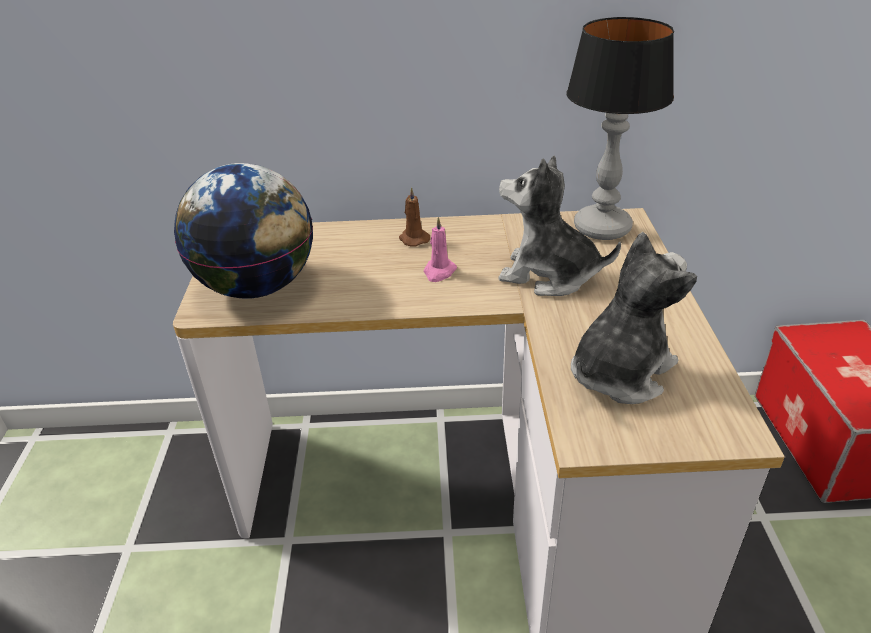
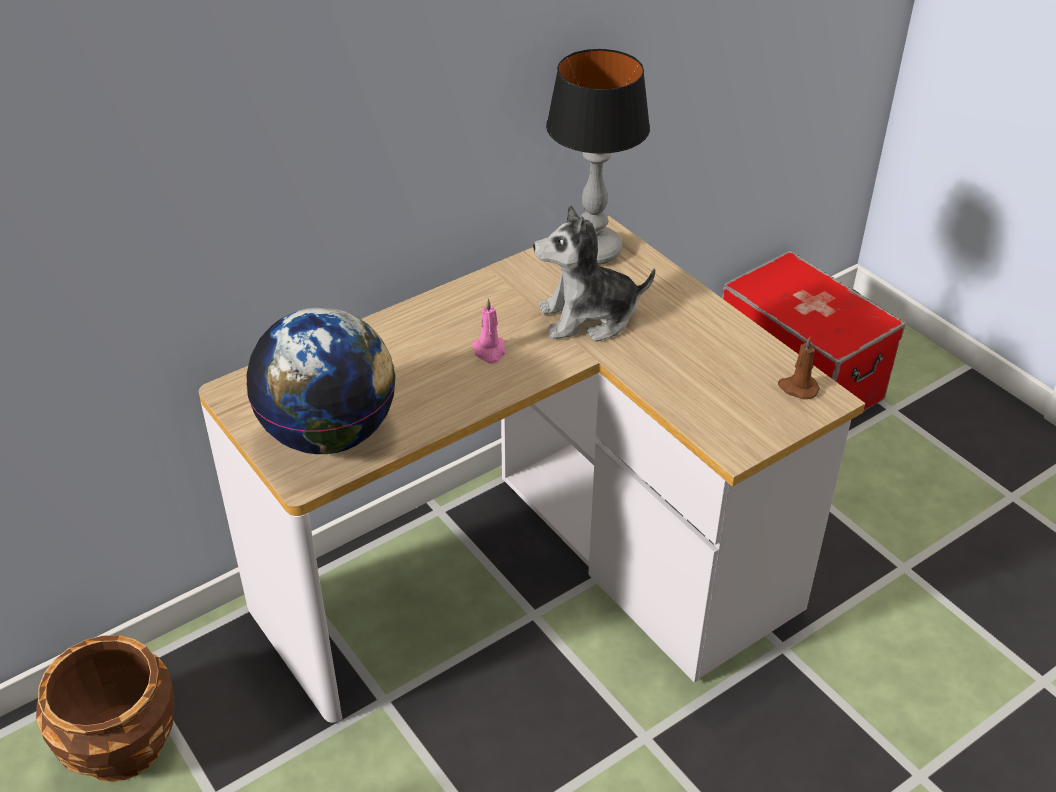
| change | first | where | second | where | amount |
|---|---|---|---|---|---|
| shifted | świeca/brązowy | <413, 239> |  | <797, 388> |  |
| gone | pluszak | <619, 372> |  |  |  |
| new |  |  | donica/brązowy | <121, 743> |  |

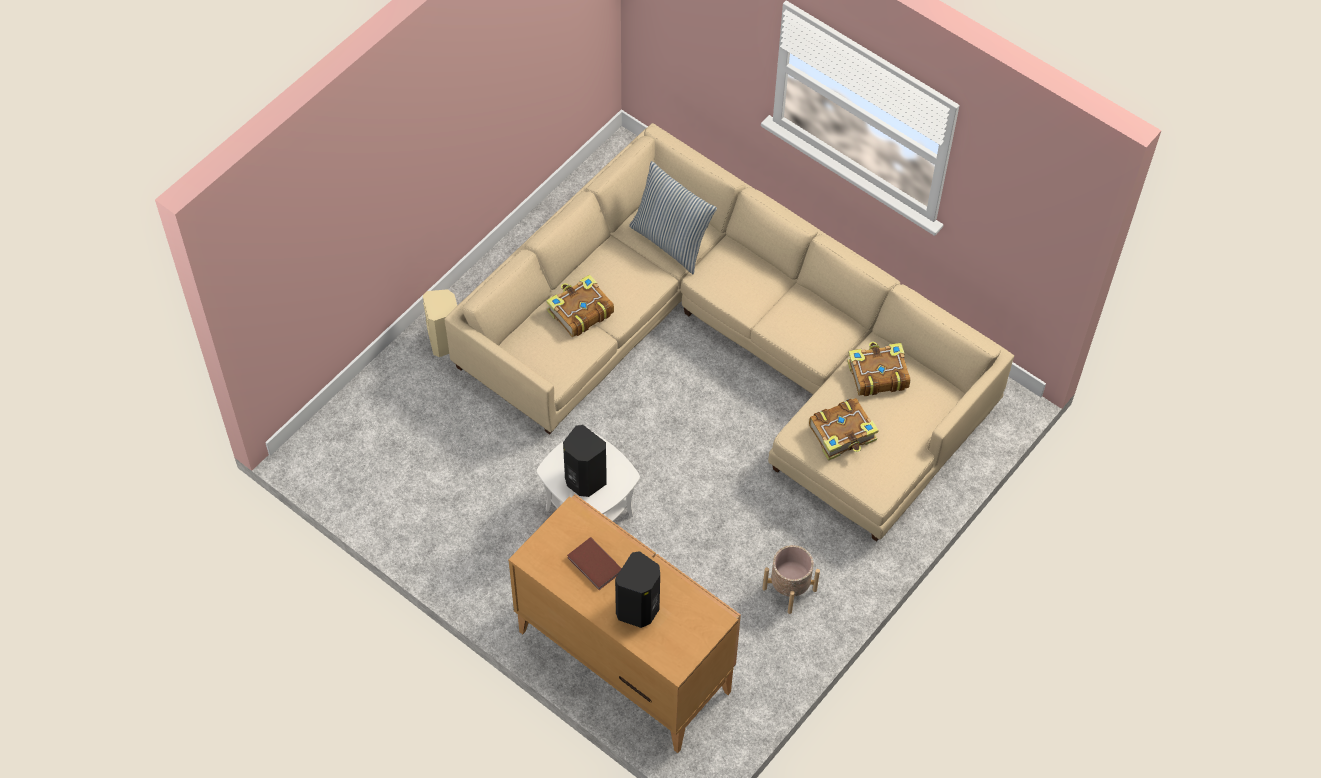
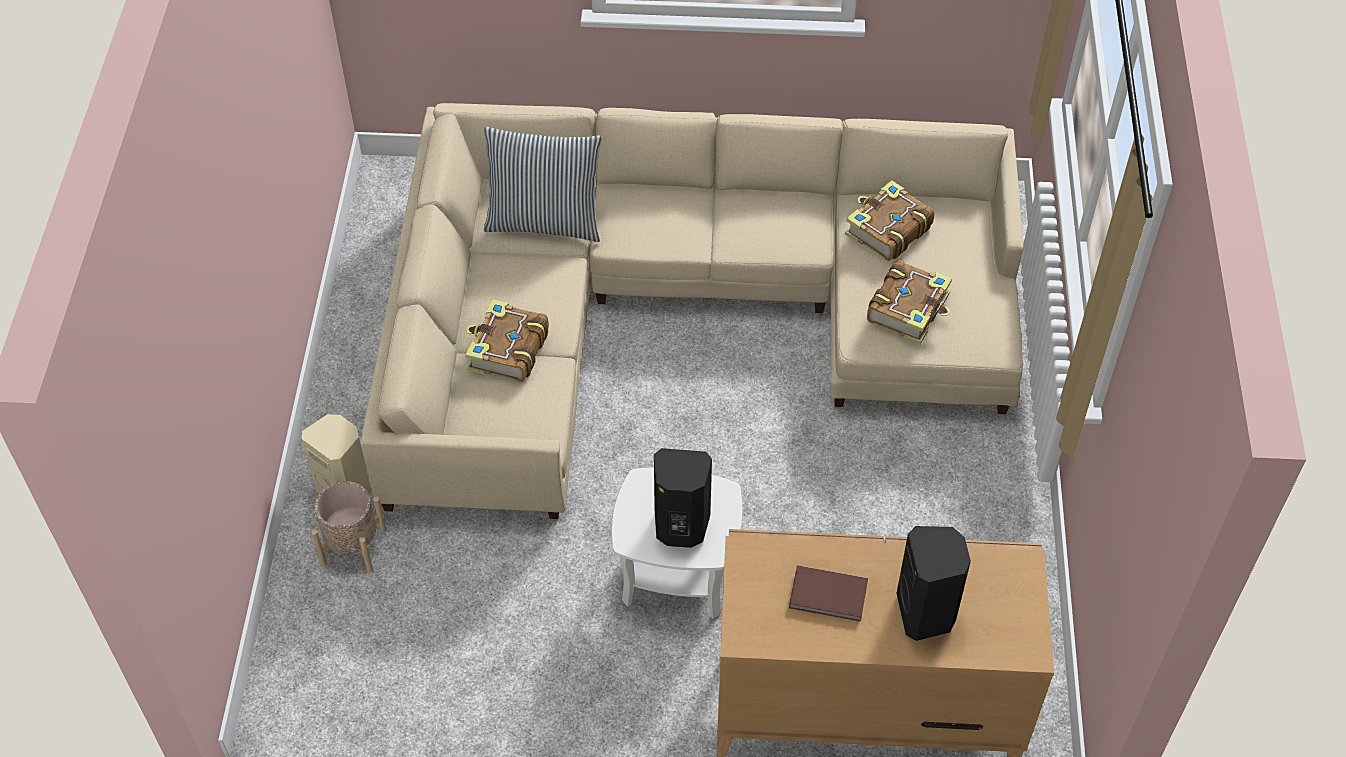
| change | first | where | second | where | amount |
|---|---|---|---|---|---|
| shifted | donica/beżowy | <789, 589> |  | <353, 546> |  |

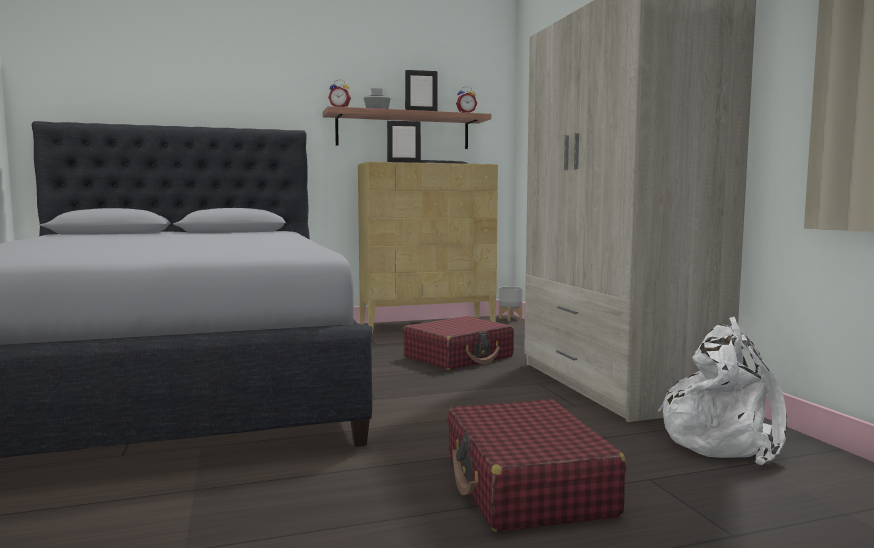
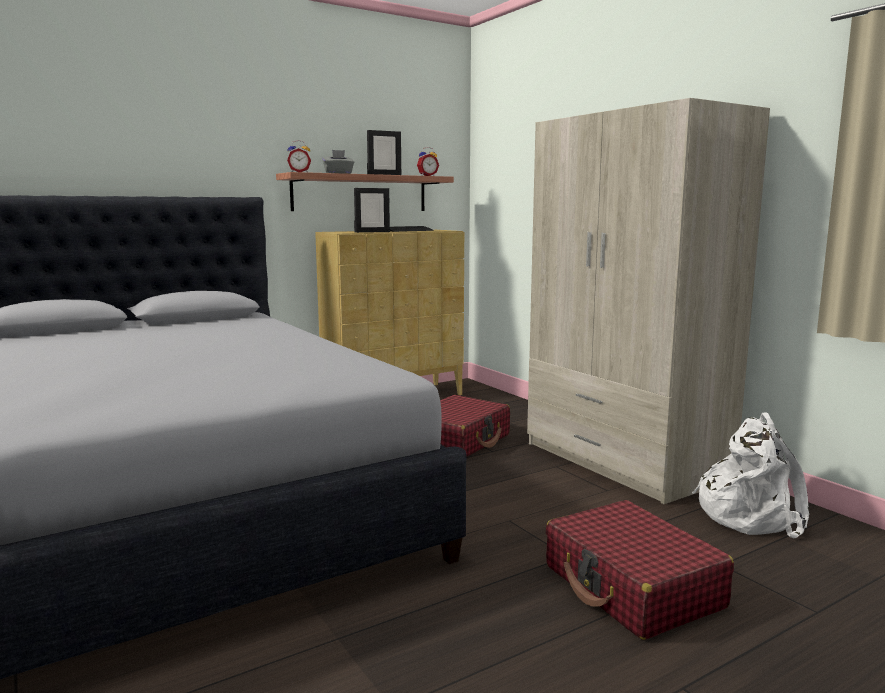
| change | first | where | second | where | amount |
|---|---|---|---|---|---|
| gone | donica/szary | <510, 318> |  |  |  |

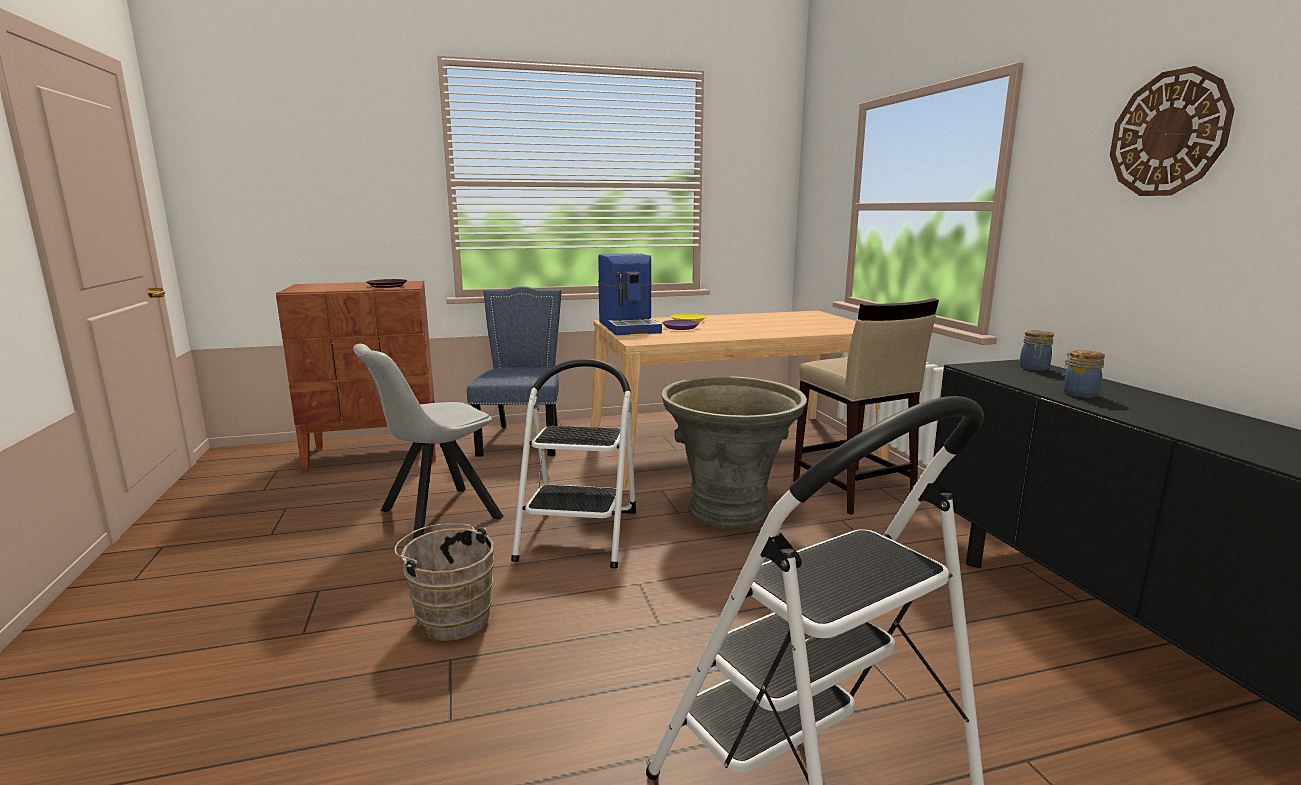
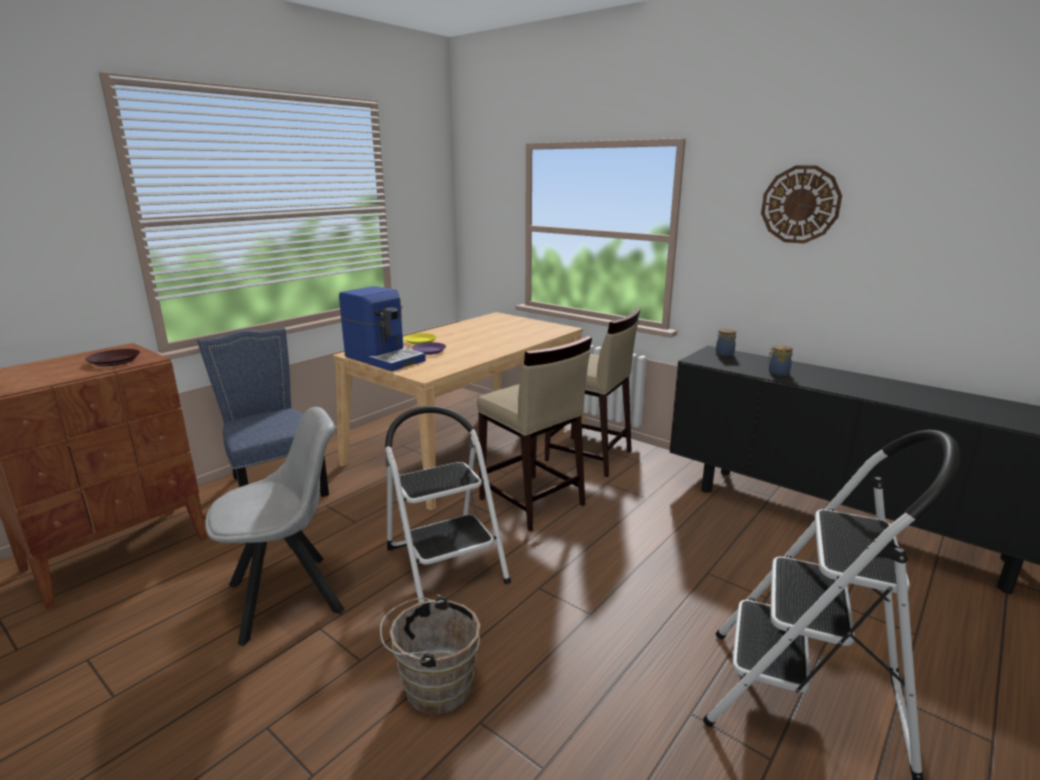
| change | first | where | second | where | amount |
|---|---|---|---|---|---|
| rotated | krzesło/szary | <437, 515> |  | <289, 596> | 135 degrees counterclockwise |
| swapped | donica/szary | <729, 512> | stołek/beżowy | <531, 502> |  |

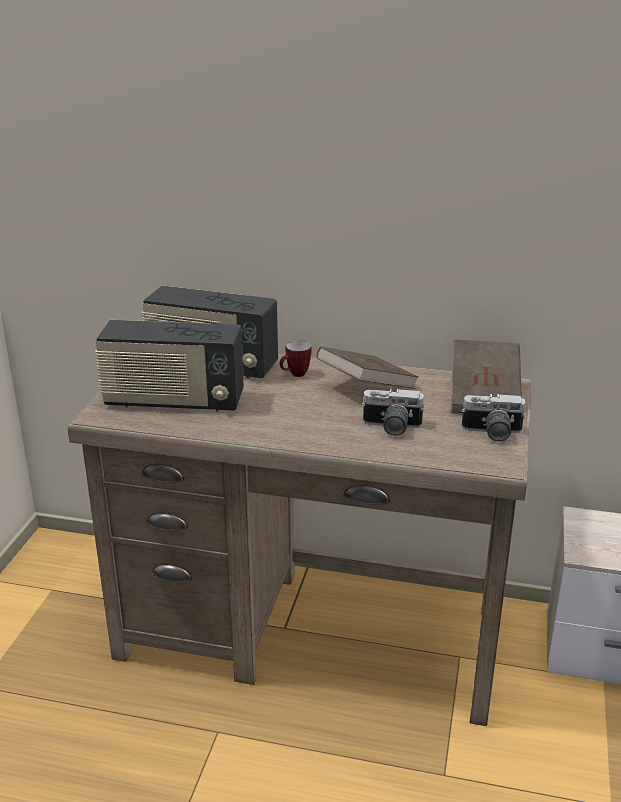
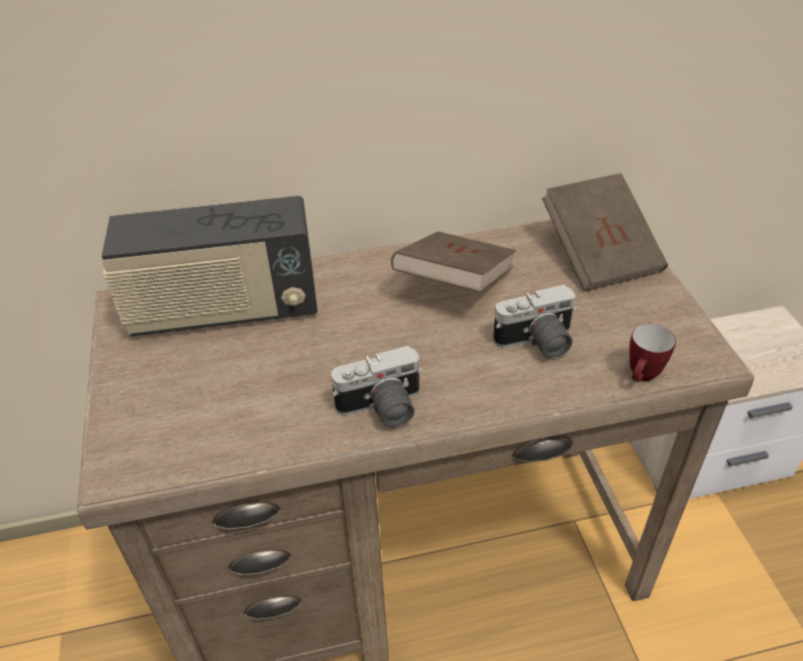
| change | first | where | second | where | amount |
|---|---|---|---|---|---|
| gone | radio | <173, 401> |  |  |  |
| shifted | kubek | <295, 375> |  | <642, 378> |  |
| shifted | aparat fotograficzny | <491, 433> |  | <382, 409> |  |

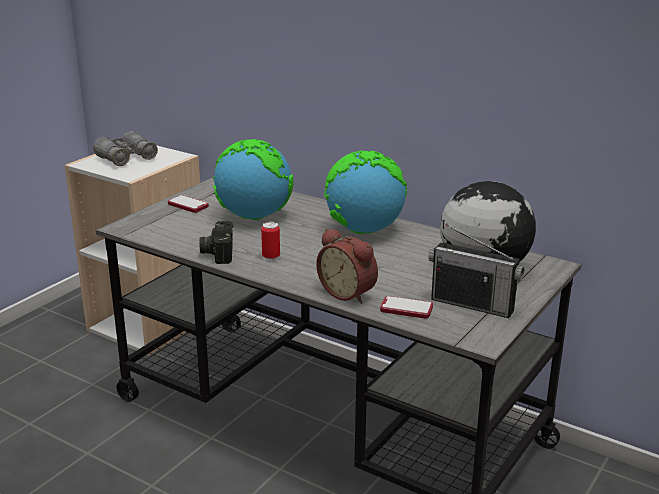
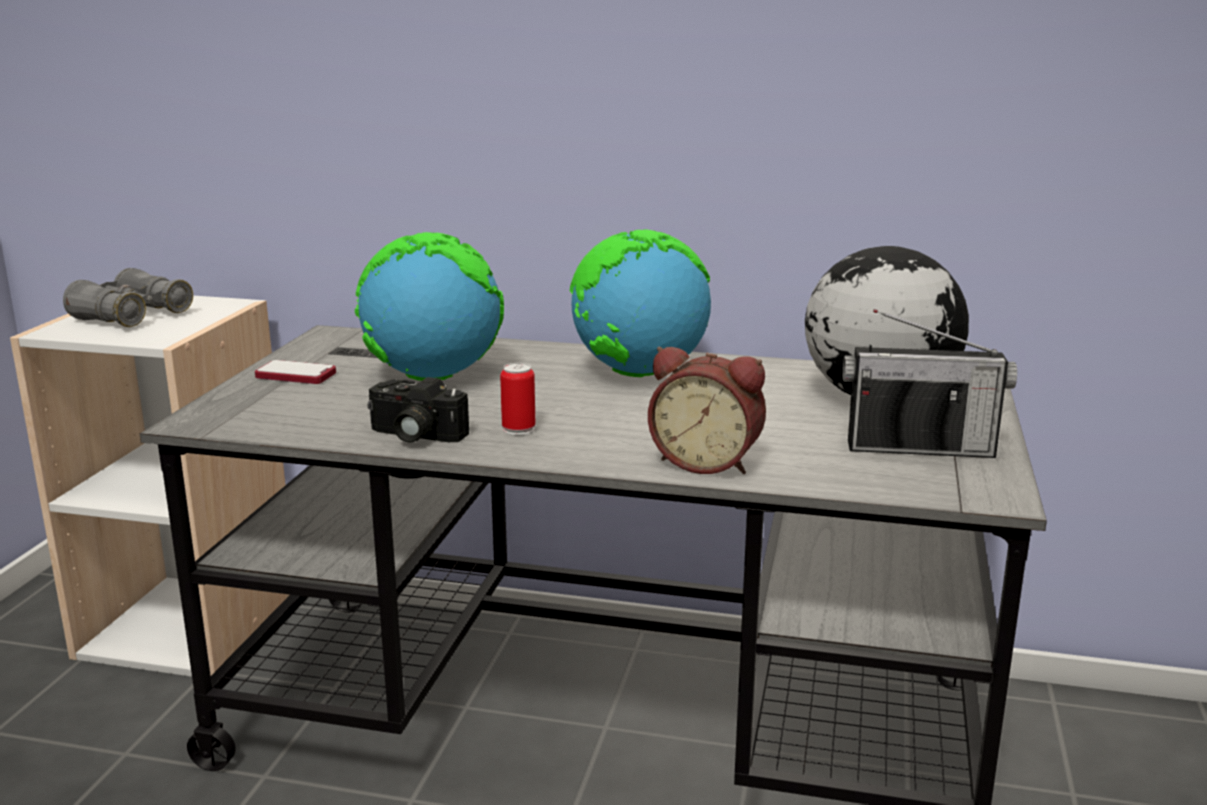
| change | first | where | second | where | amount |
|---|---|---|---|---|---|
| rotated | aparat fotograficzny | <217, 252> |  | <413, 435> | 45 degrees counterclockwise |
| gone | telefon | <406, 309> |  |  |  |

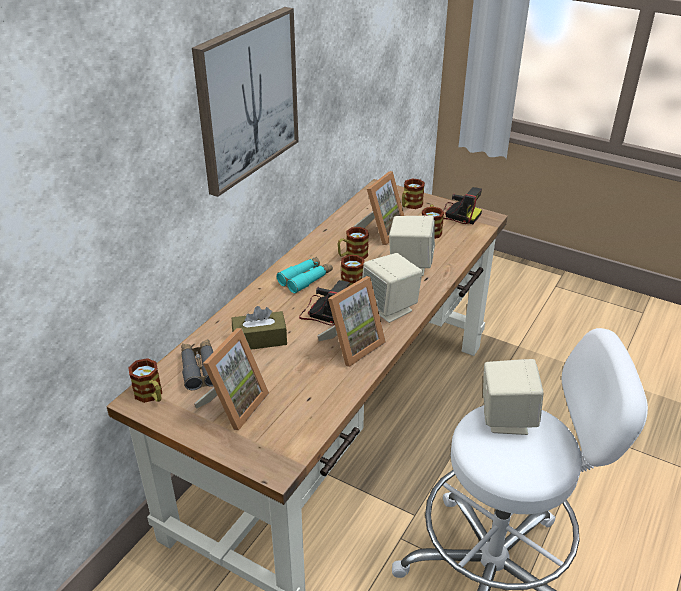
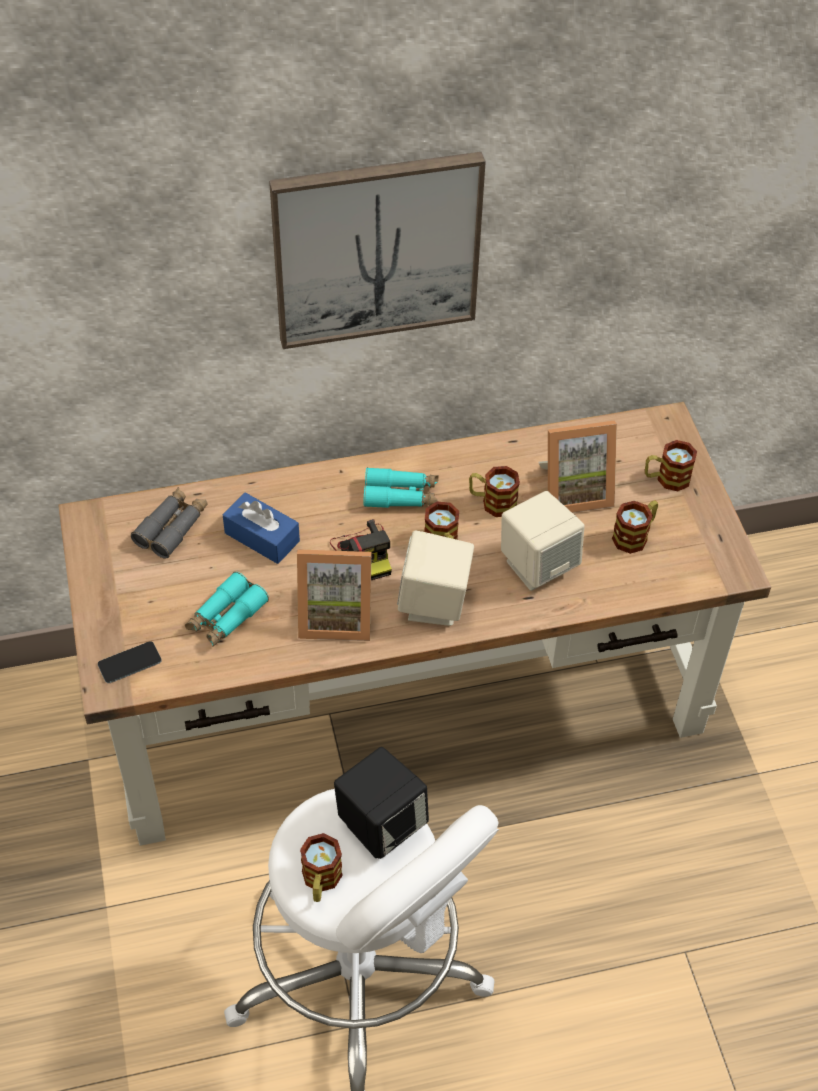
| change | first | where | second | where | amount |
|---|---|---|---|---|---|
| shifted | kubek | <151, 395> |  | <320, 881> |  |
| gone | ramka na zdjęcie | <233, 405> |  |  |  |
| repainted | pudełko chusteczek/brązowy | <260, 339> | pudełko chusteczek/niebieski | <262, 537> |  |
| gone | aparat fotograficzny | <458, 214> |  |  |  |
| repainted | głośnik/beżowy | <506, 418> | głośnik/czarny | <381, 824> |  |
| new |  |  | telefon | <129, 663> |  |
| new |  |  | lornetka/turkusowy | <226, 617> |  |

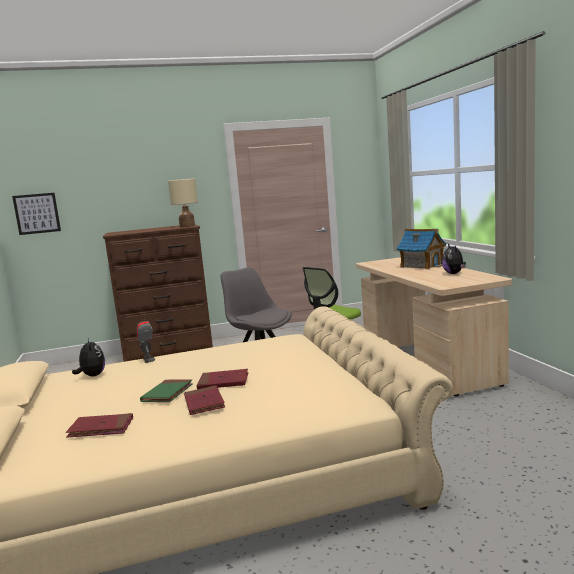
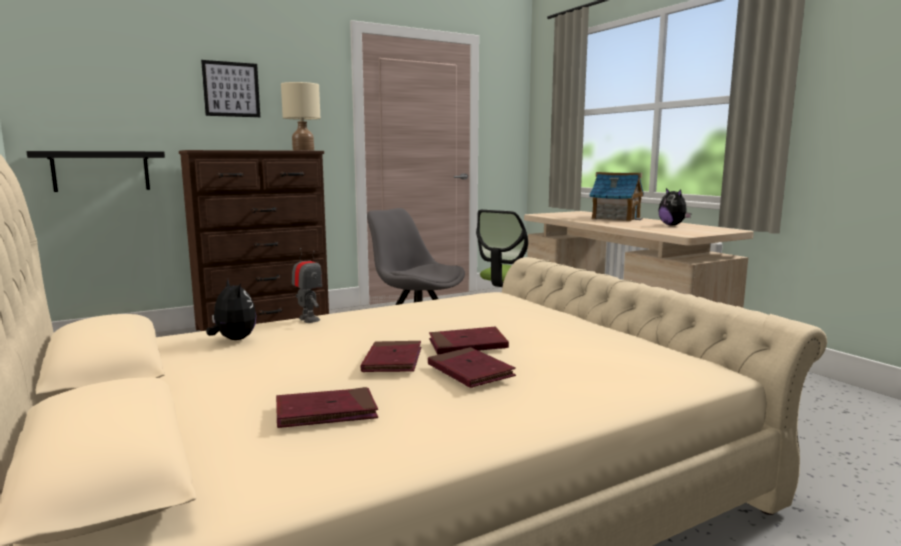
| change | first | where | second | where | amount |
|---|---|---|---|---|---|
| shifted | obraz | <37, 213> |  | <231, 89> |  |
| repainted | książka/zielony | <167, 393> | książka/czerwony | <392, 361> |  |
| new |  |  | półka/czarny | <101, 171> |  |

